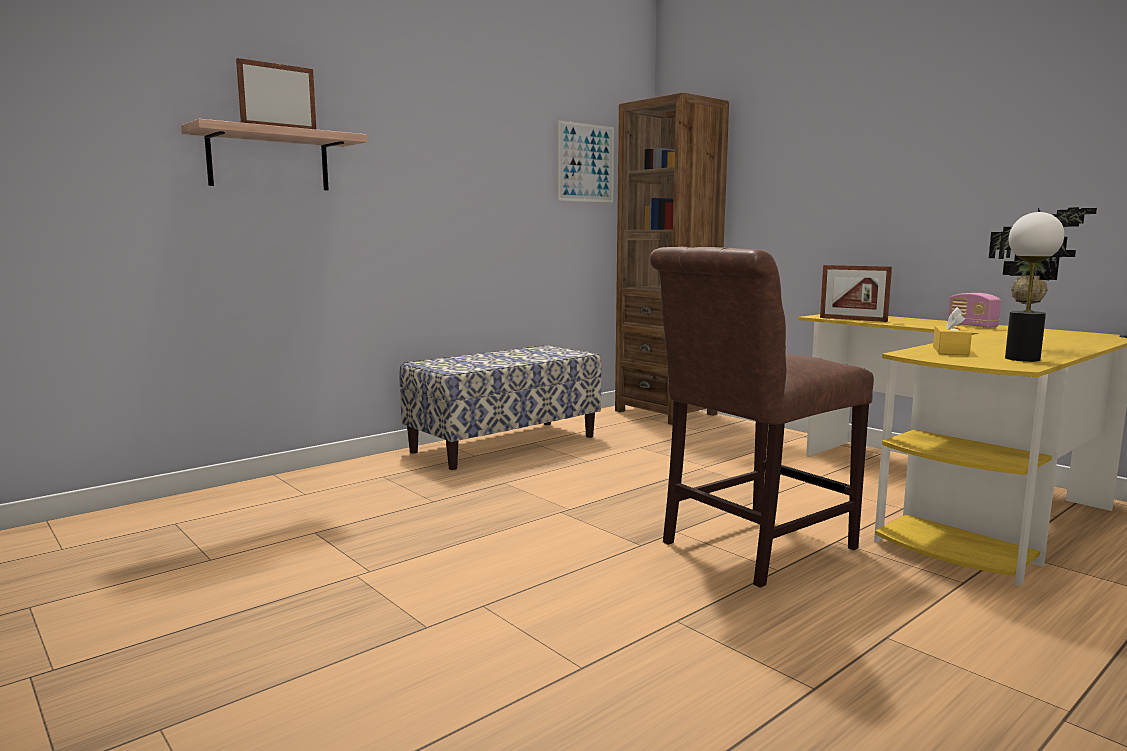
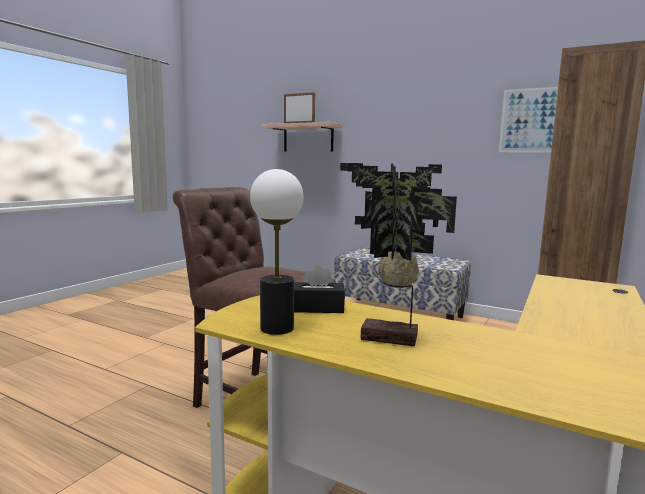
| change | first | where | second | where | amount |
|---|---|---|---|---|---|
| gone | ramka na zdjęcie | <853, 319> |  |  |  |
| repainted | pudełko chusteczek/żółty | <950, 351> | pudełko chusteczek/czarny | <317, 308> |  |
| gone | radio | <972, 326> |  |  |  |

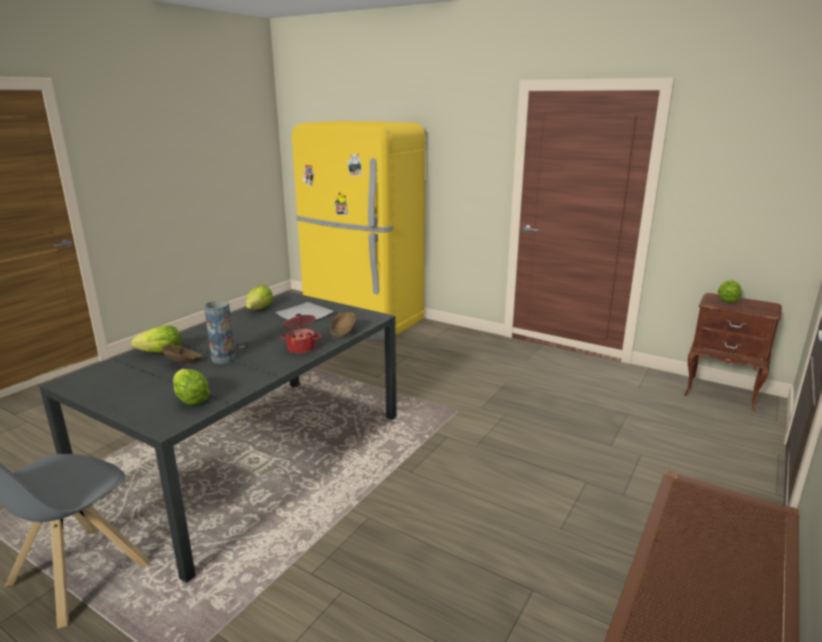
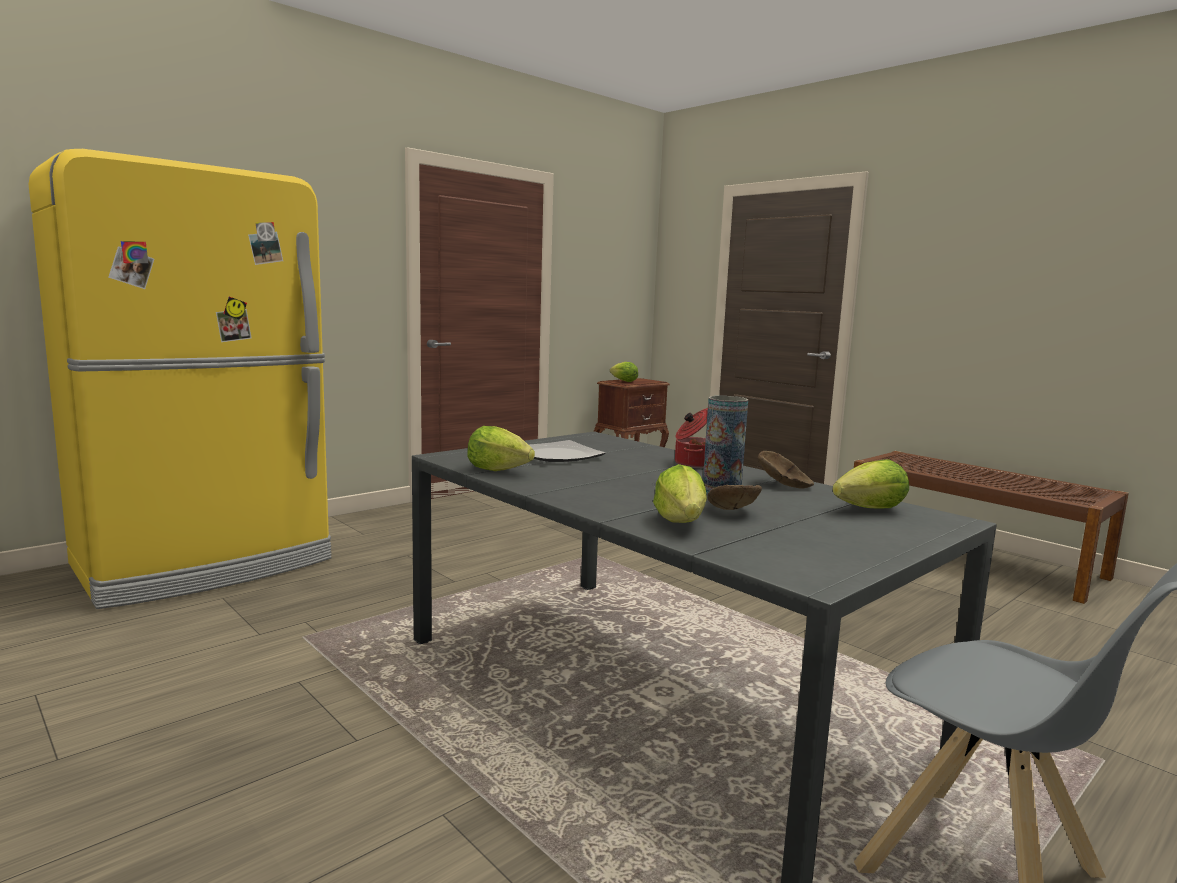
| change | first | where | second | where | amount |
|---|---|---|---|---|---|
| shifted | miska/brązowy | <342, 333> |  | <785, 485> |  |

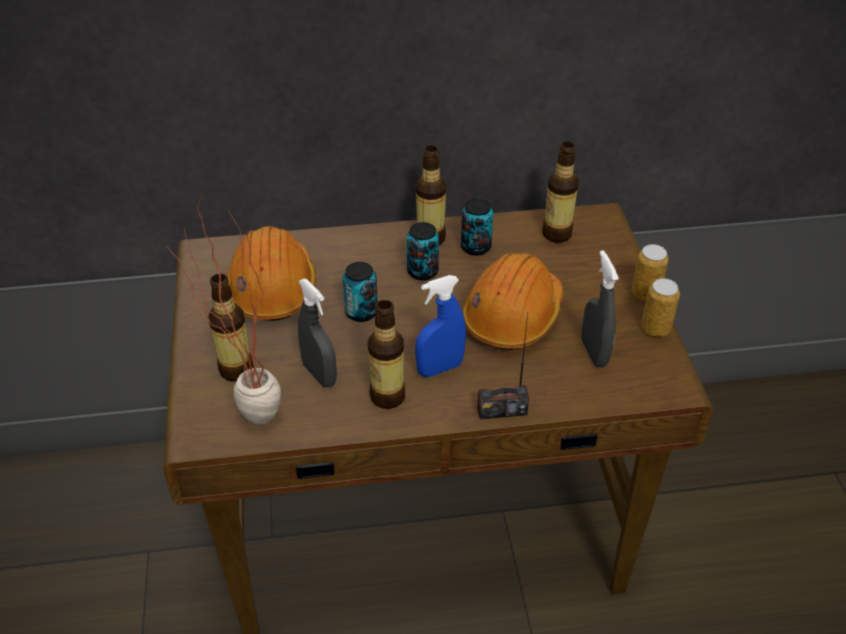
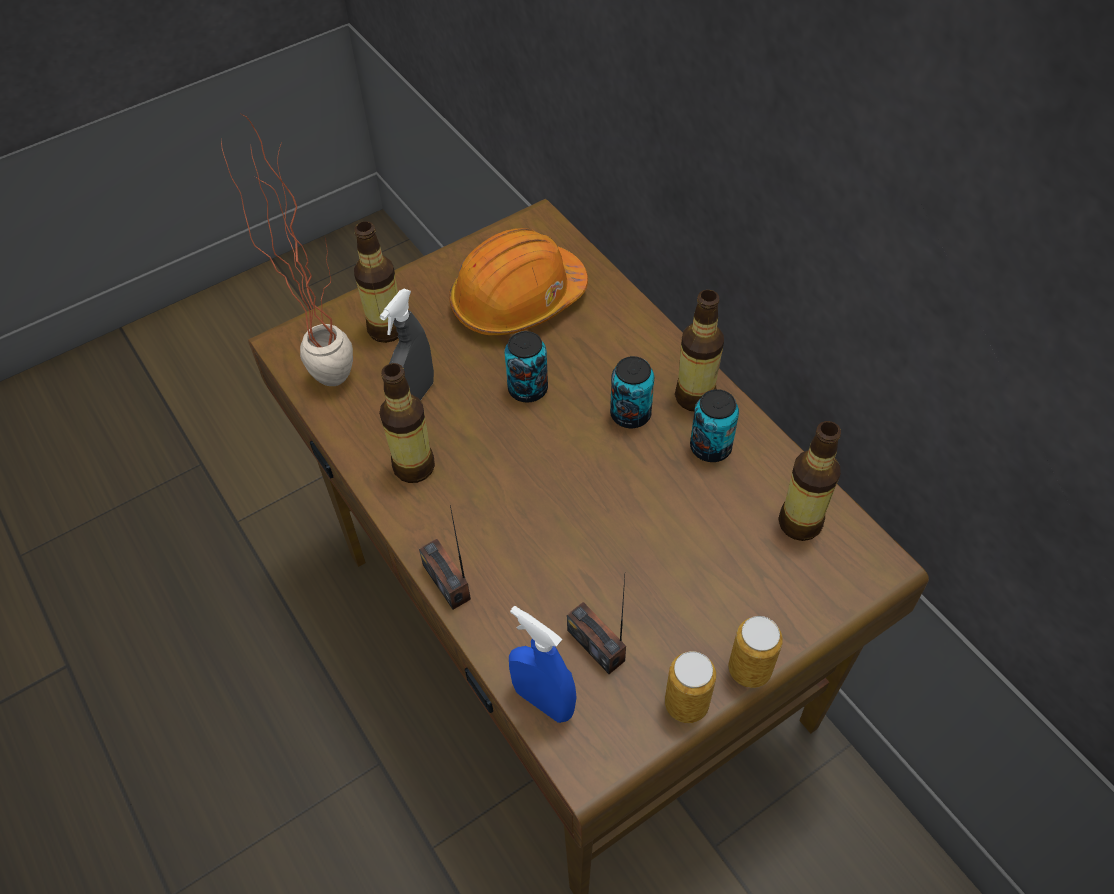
| change | first | where | second | where | amount |
|---|---|---|---|---|---|
| shifted | spryskiwacz/niebieski | <440, 368> |  | <543, 701> |  |
| gone | kask/pomarańczowy | <512, 316> |  |  |  |
| swapped | spryskiwacz/szary | <594, 353> | radio | <596, 645> |  |

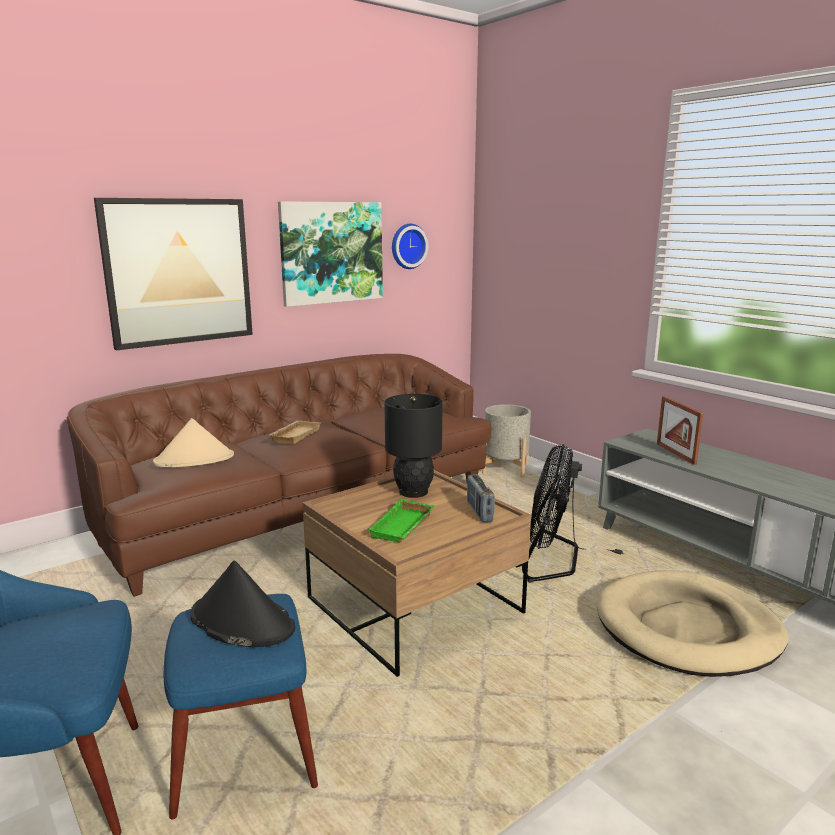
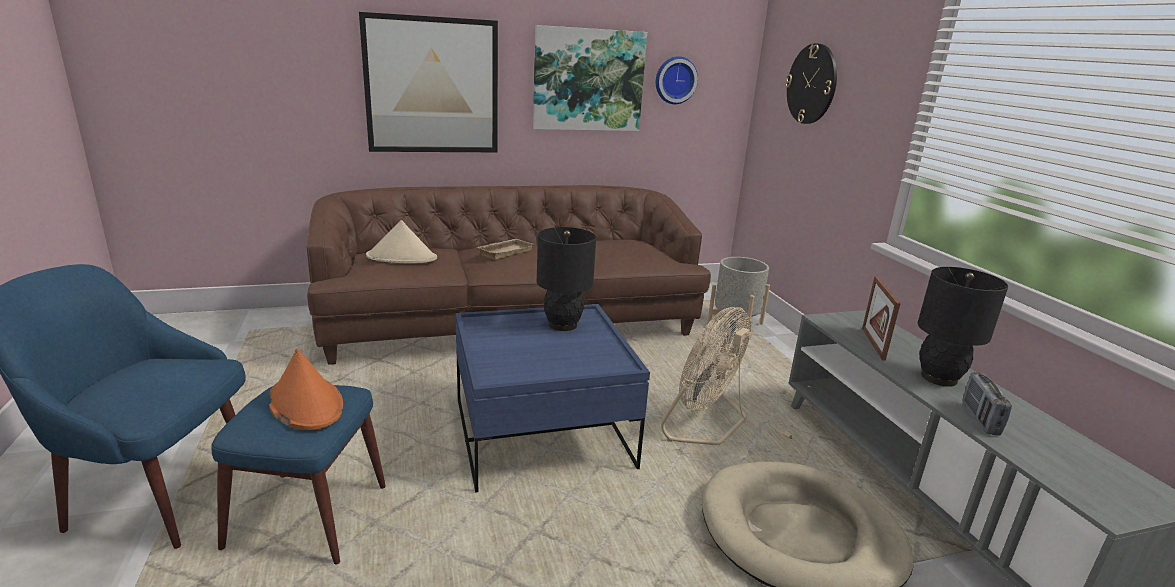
| change | first | where | second | where | amount |
|---|---|---|---|---|---|
| repainted | kapelusz/czarny | <241, 621> | kapelusz/pomarańczowy | <305, 403> |  |
| repainted | ława/brązowy | <414, 606> | ława/niebieski | <542, 433> |  |
| gone | taca/zielony | <403, 527> |  |  |  |
| shifted | radio | <479, 512> |  | <980, 418> |  |
| repainted | wentylator/czarny | <559, 557> | wentylator/beżowy | <719, 424> |  |
| new |  |  | zegar ścienny | <812, 84> |  |
| new |  |  | lampa stołowa/czarny | <939, 378> |  |

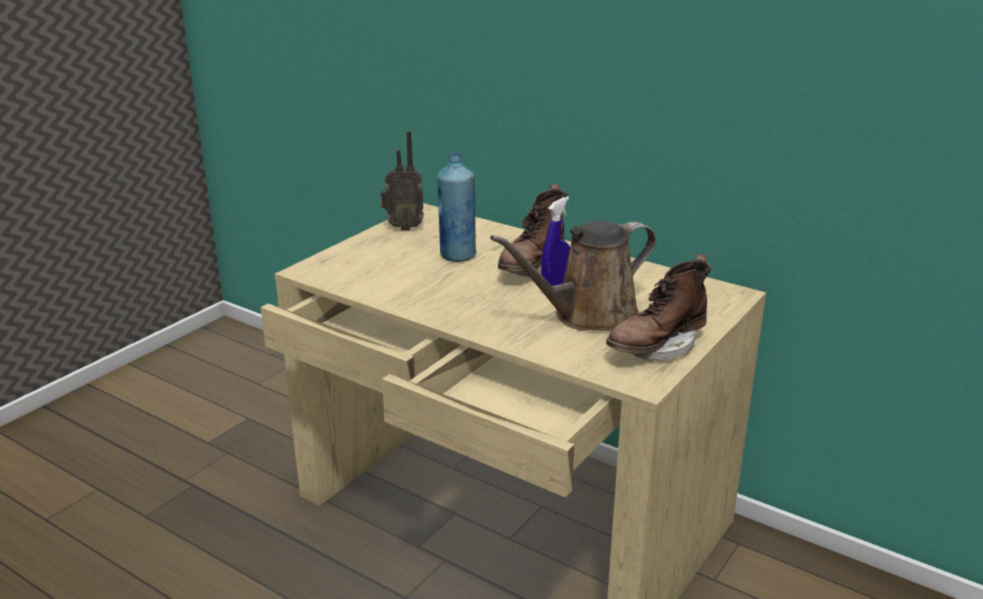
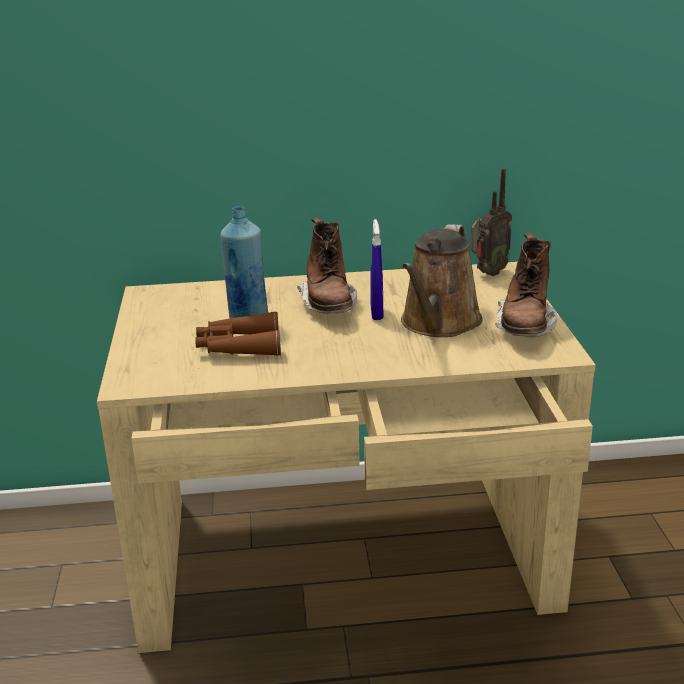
| change | first | where | second | where | amount |
|---|---|---|---|---|---|
| shifted | radio | <403, 227> |  | <487, 273> |  |
| new |  |  | lornetka/brązowy | <238, 347> |  |

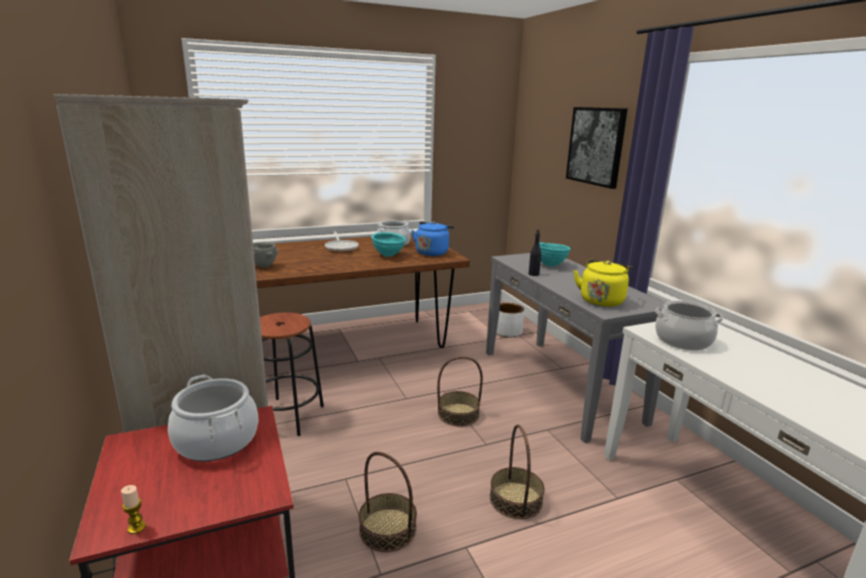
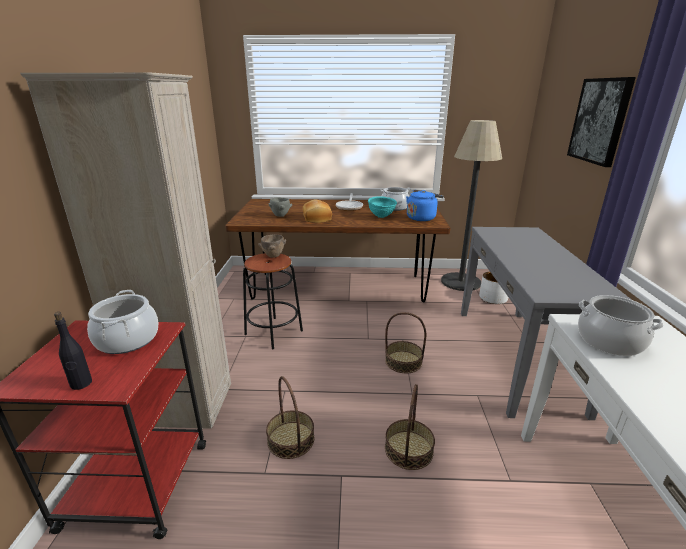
| change | first | where | second | where | amount |
|---|---|---|---|---|---|
| gone | świeca | <136, 527> |  |  |  |
| shifted | butelka/czarny | <533, 274> |  | <81, 384> |  |
| gone | miska/turkusowy | <550, 265> |  |  |  |
| gone | czajnik/żółty | <601, 300> |  |  |  |
| new |  |  | miska/brązowy | <273, 256> |  |
| new |  |  | chleb | <316, 218> |  |
| new |  |  | lampa stojąca | <461, 282> |  |

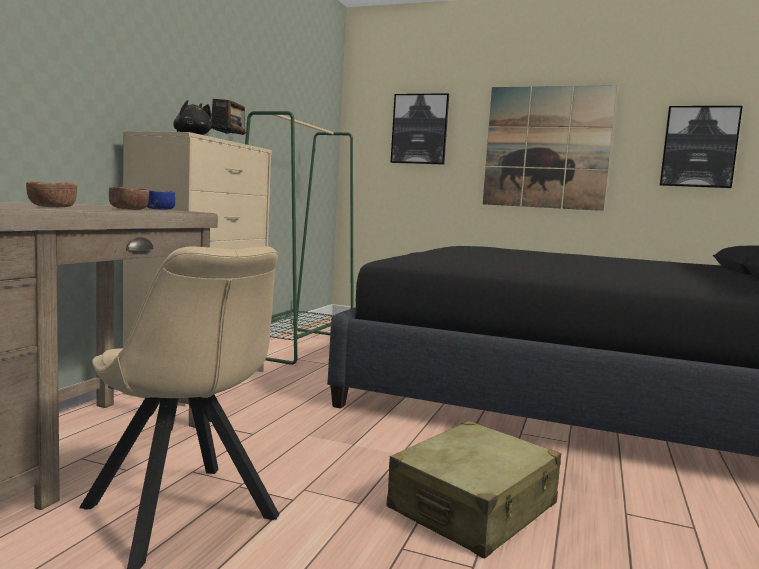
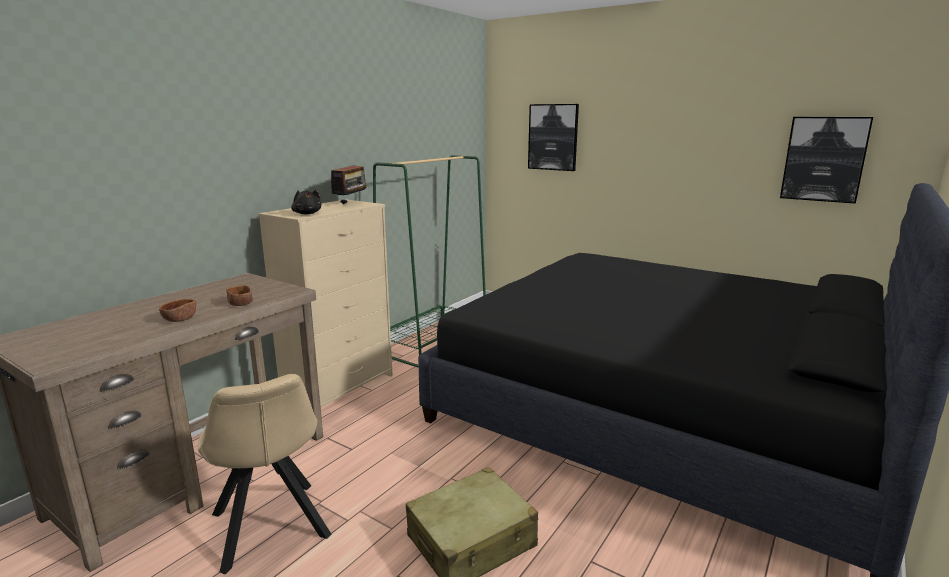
| change | first | where | second | where | amount |
|---|---|---|---|---|---|
| gone | miska/niebieski | <159, 209> |  |  |  |
| gone | obraz | <546, 147> |  |  |  |

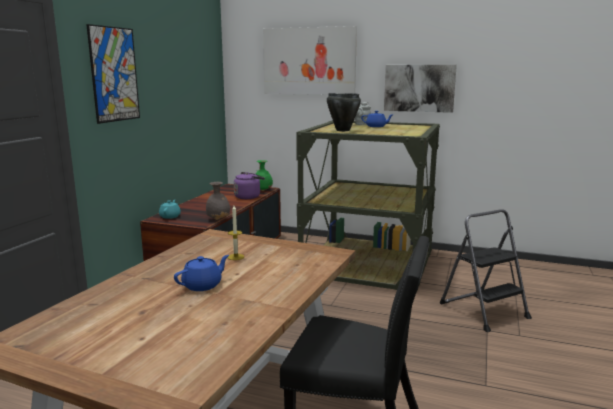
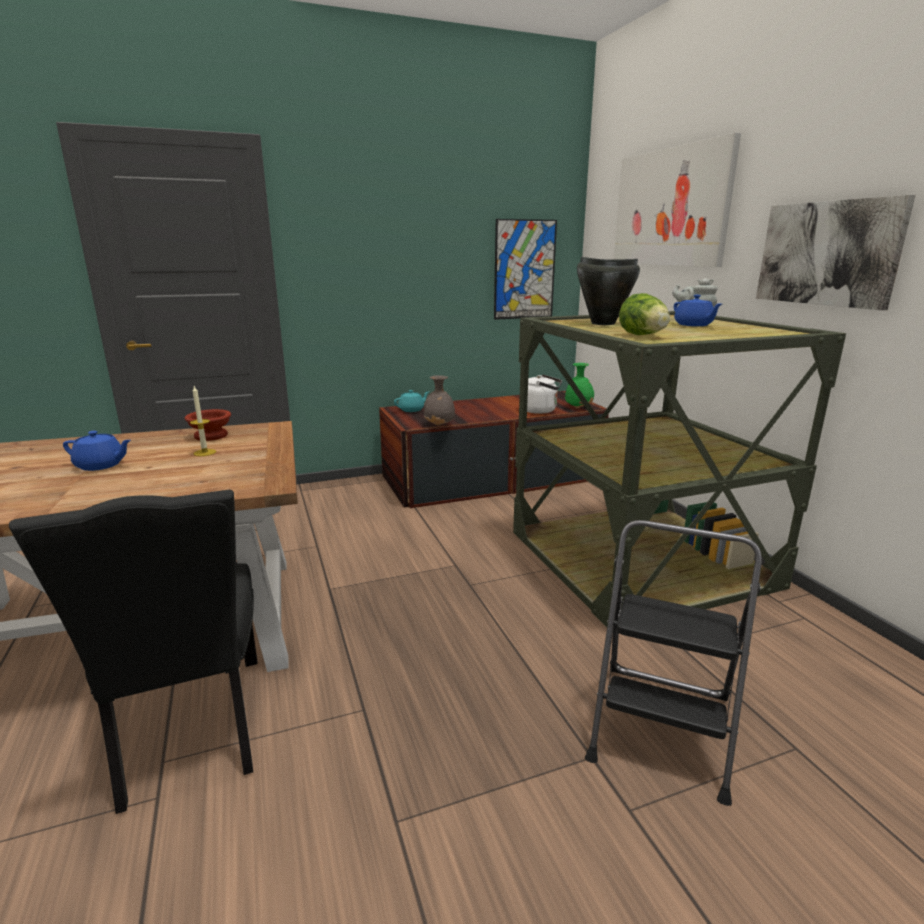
| change | first | where | second | where | amount |
|---|---|---|---|---|---|
| shifted | obraz | <114, 74> |  | <524, 270> |  |
| repainted | czajnik/fioletowy | <248, 197> | czajnik/biały | <541, 410> |  |
| new |  |  | miska/brązowy | <210, 436> |  |
| new |  |  | sałata | <644, 335> |  |

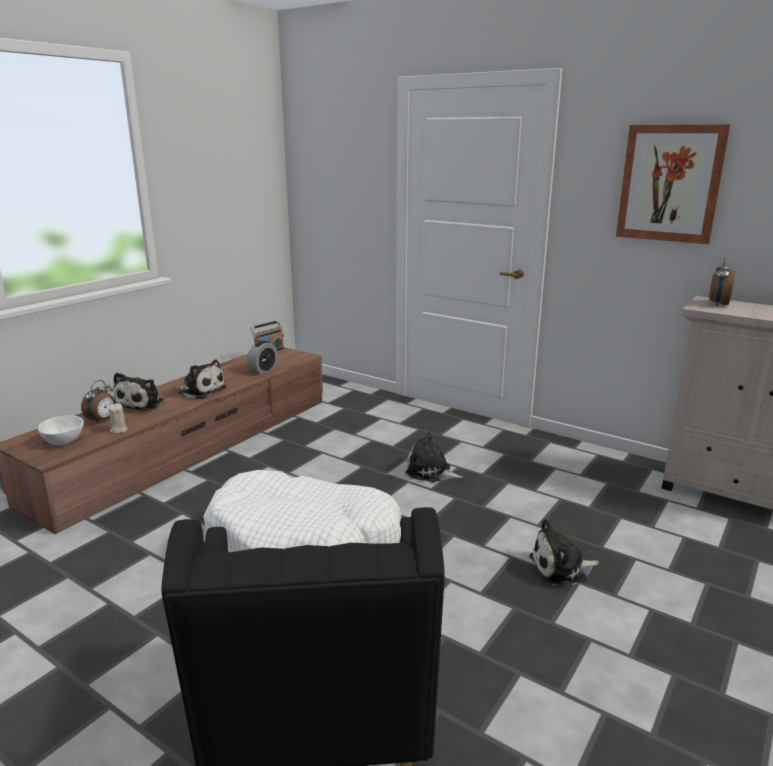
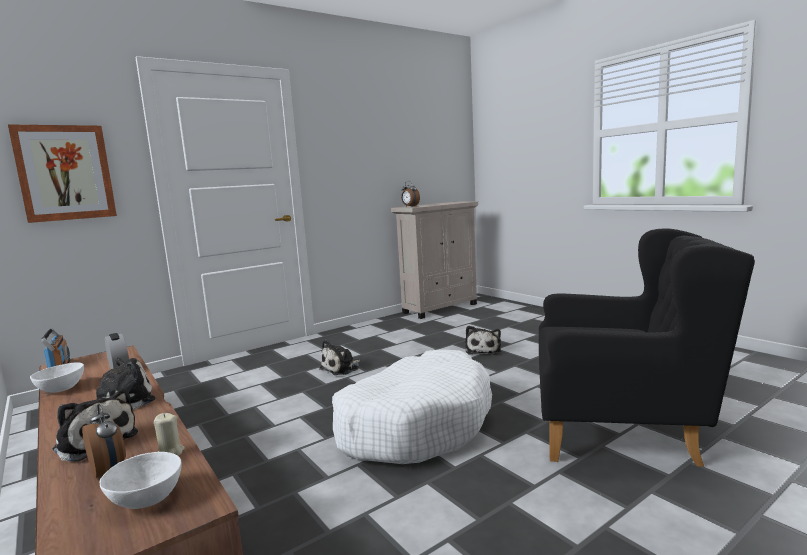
| change | first | where | second | where | amount |
|---|---|---|---|---|---|
| shifted | obraz | <670, 183> |  | <65, 173> |  |
| new |  |  | miska/biały | <62, 389> |  |

